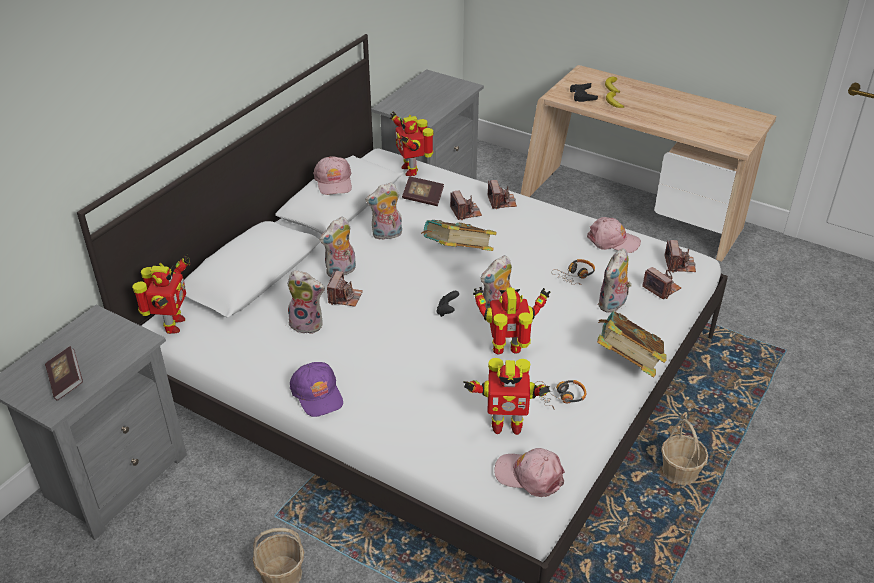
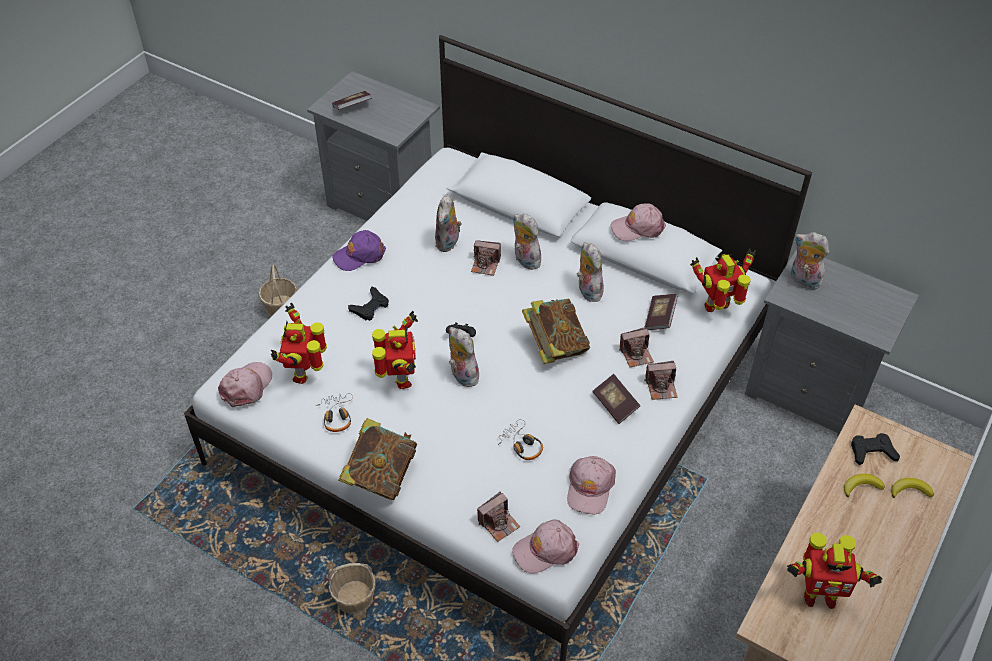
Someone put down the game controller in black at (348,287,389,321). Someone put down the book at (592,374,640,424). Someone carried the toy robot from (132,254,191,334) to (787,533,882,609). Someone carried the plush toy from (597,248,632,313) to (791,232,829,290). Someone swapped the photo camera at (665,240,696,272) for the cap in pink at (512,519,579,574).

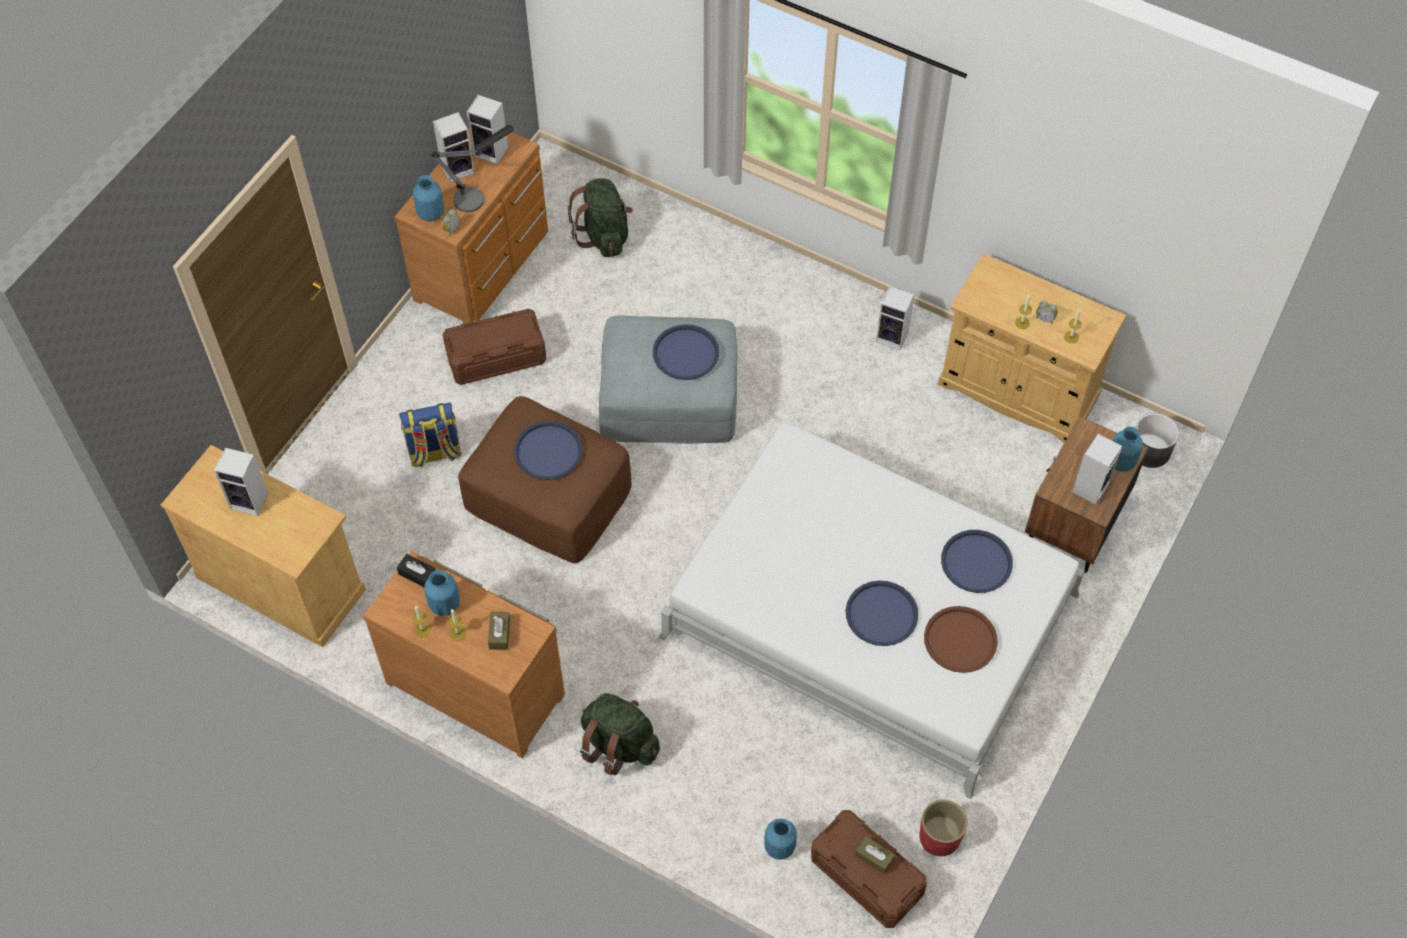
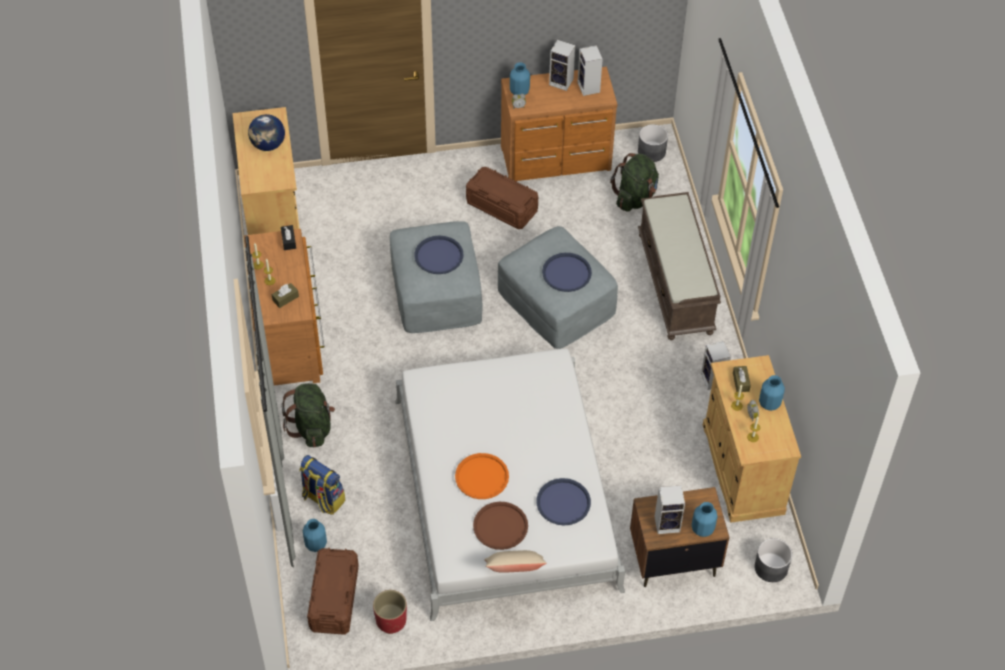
Someone took away the table lamp at (431,125,514,212). Someone put down the pillow in beige at (484,550,546,573). Someone put down the planter in grey at (638,124,668,162). Someone put down the bench in brown at (638,192,721,340). Someone carried the backpack from (399,403,462,468) to (300,455,345,515). Someone carried the vase in blue from (425,570,460,616) to (759,375,785,411). Someone carried the tissue box in brown from (855,836,895,874) to (733,366,751,392). Someone swapped the speaker at (214,448,269,516) for the globe at (248,114,285,151). Someone repainted the ottoman in brown at (458,396,632,563), which became the ottoman in grey at (390,221,483,333). Someone repainted the tray in blue at (845,581,919,646), which became the tray in orange at (455,453,509,499).

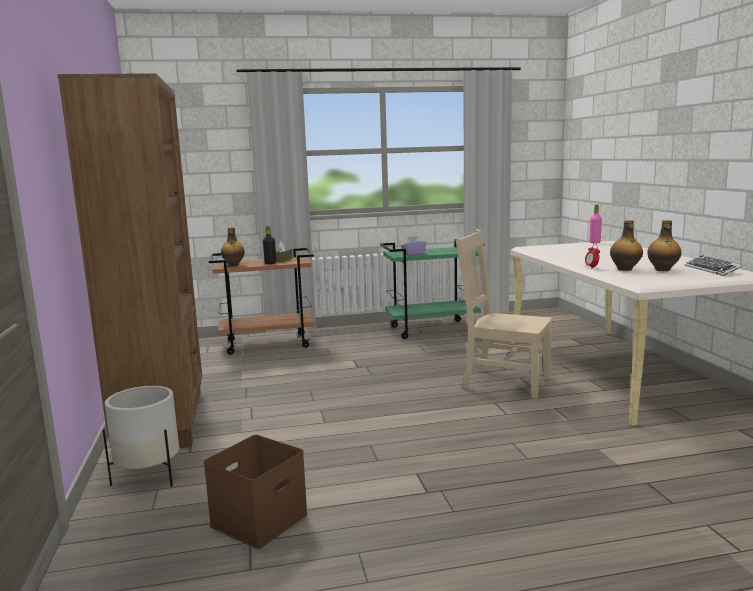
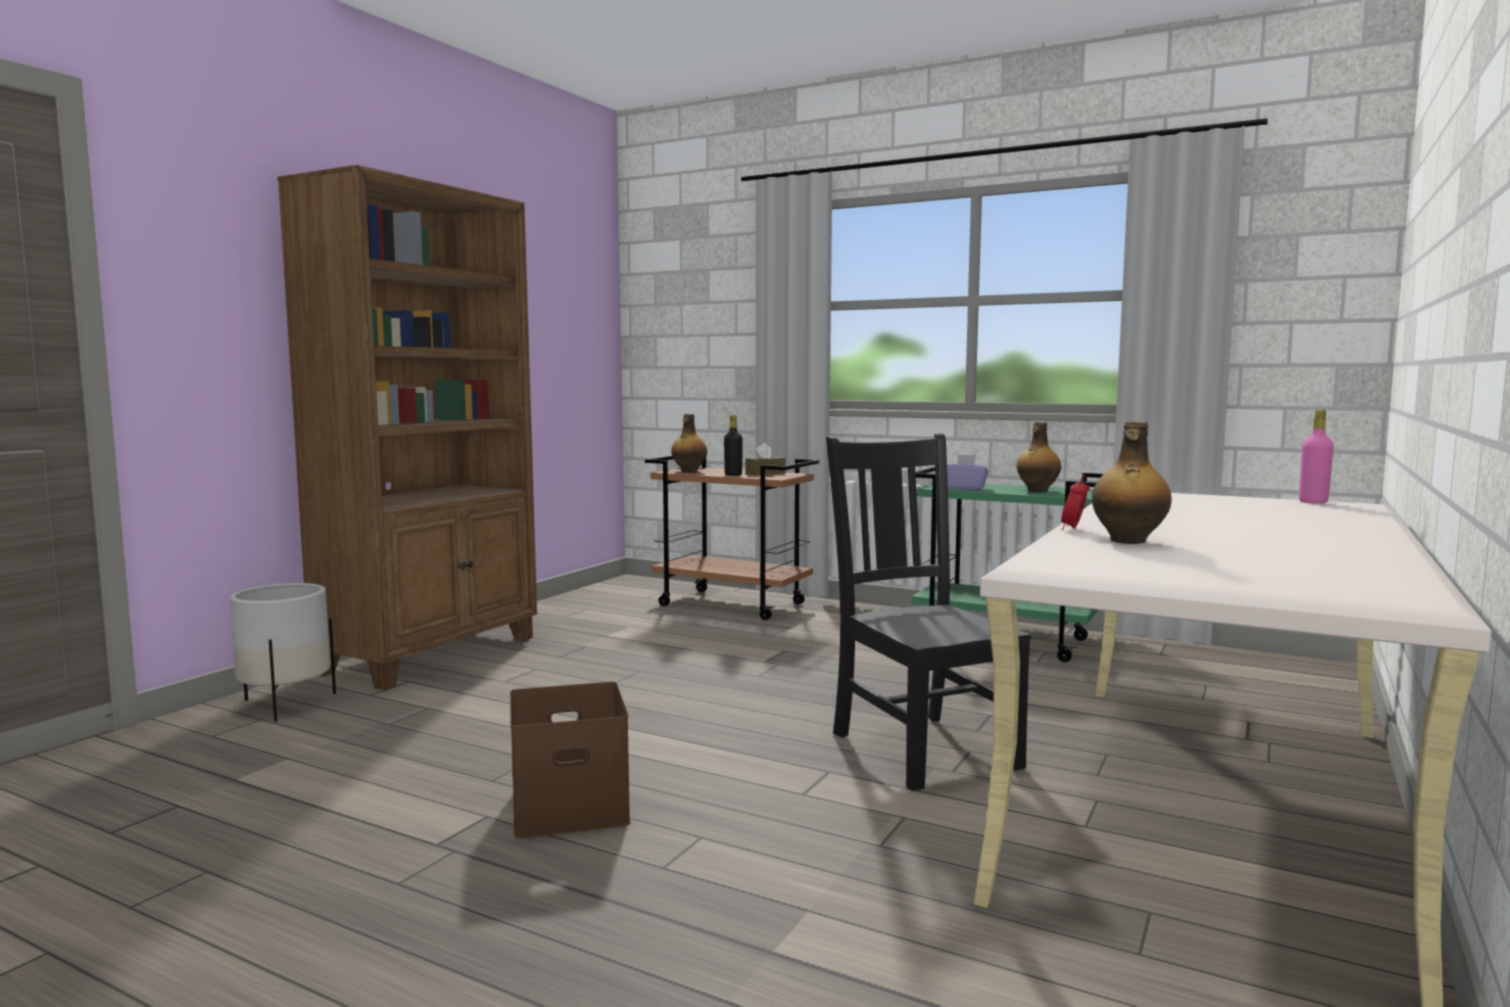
Someone took away the keyboard at (685,255,743,276). Someone carried the storage box in brown from (204,435,308,549) to (510,682,631,838). Someone carried the bottle from (647,220,682,271) to (1017,422,1061,492). Someone repainted the chair in beige at (455,229,552,399), which became the chair in black at (826,433,1032,791).

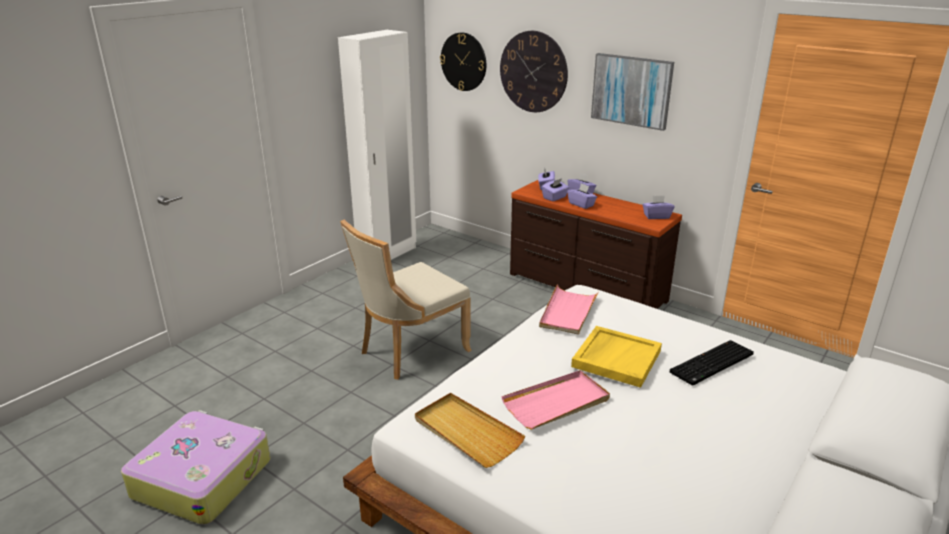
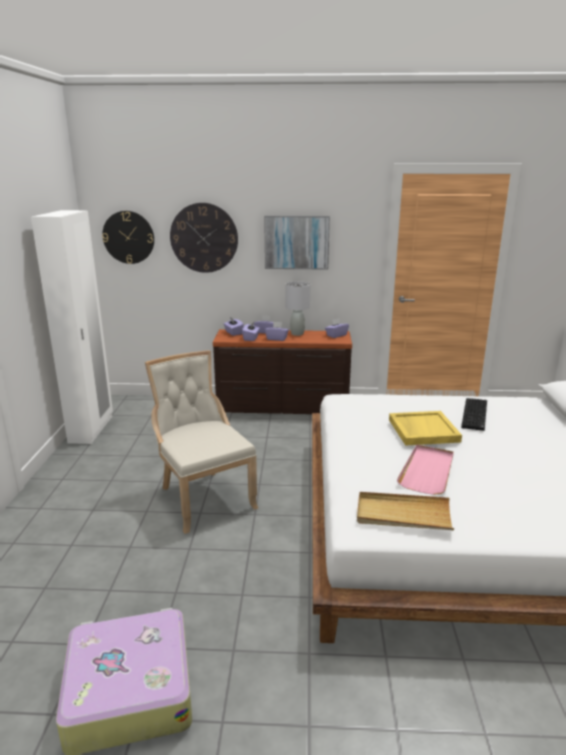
Someone took away the tray in pink at (539,284,599,335). Someone put down the table lamp in grey at (285,281,310,336). Someone rotated the chair in beige at (340,219,472,380) by 135 degrees clockwise.

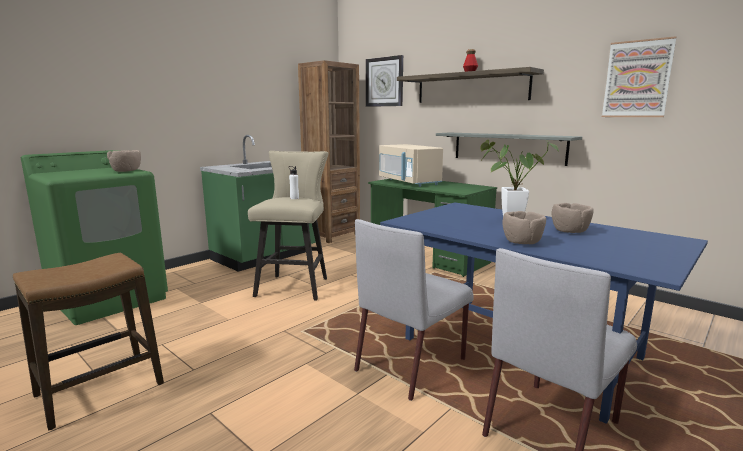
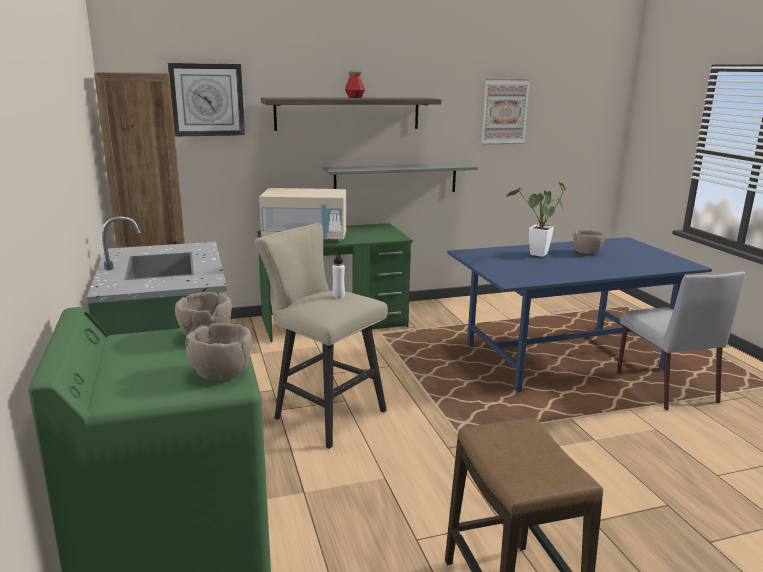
Someone took away the chair in grey at (354,219,474,401). Someone carried the bowl in brown from (503,211,546,244) to (185,323,252,380).

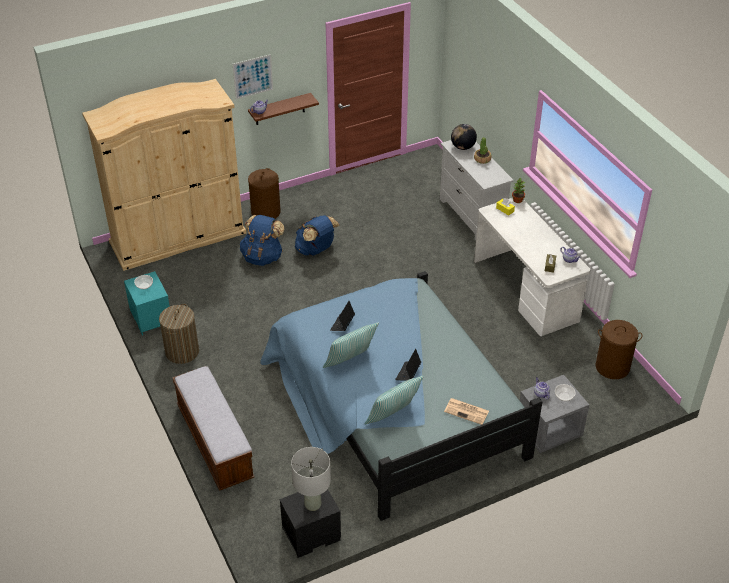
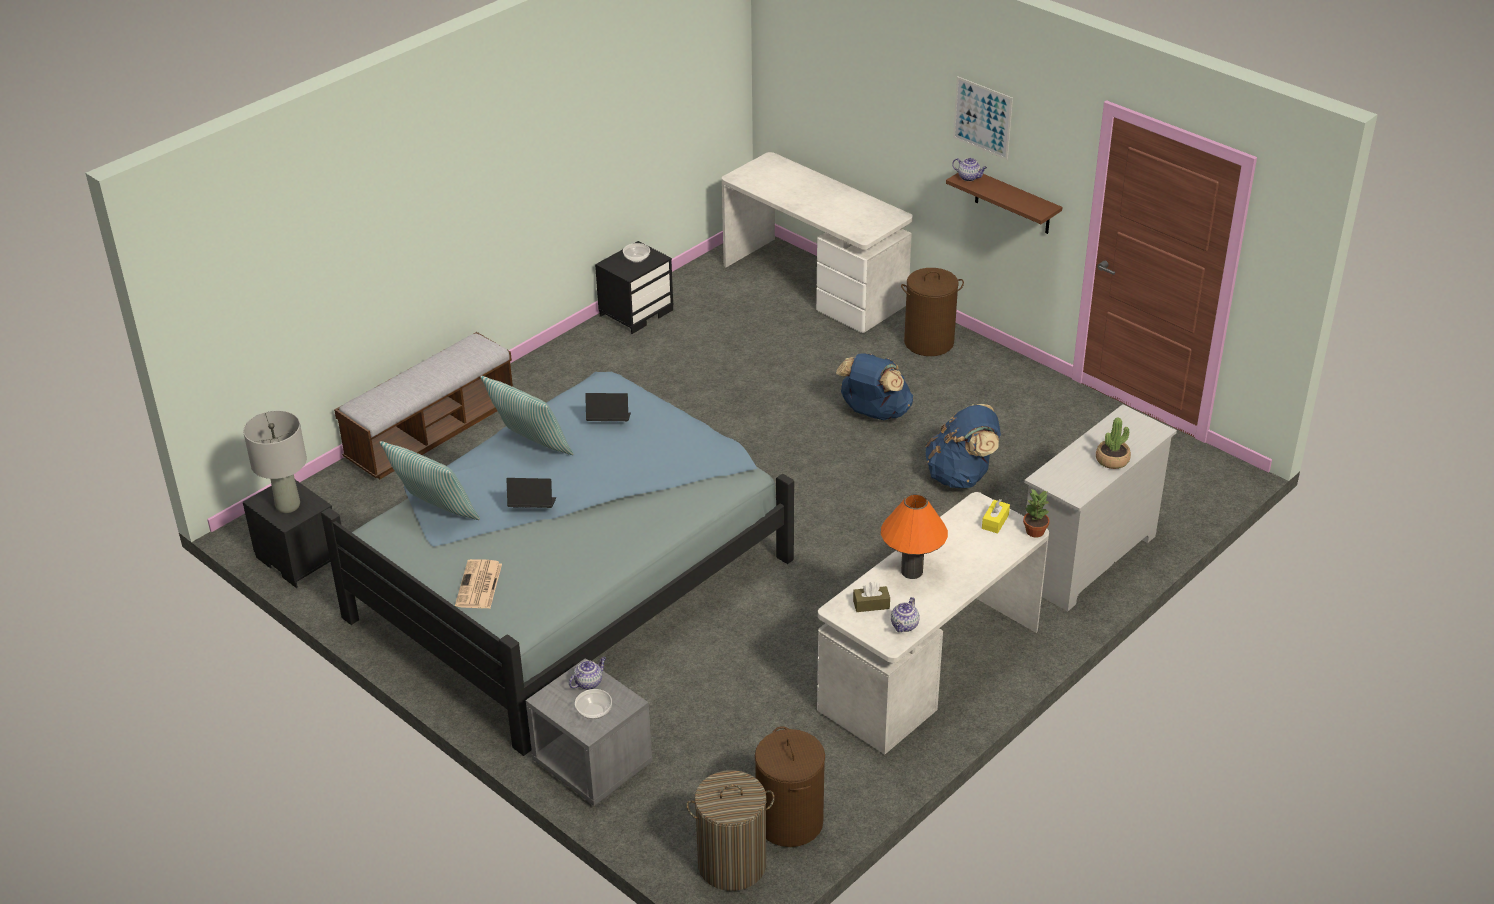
Someone took away the globe at (451,124,477,150). Someone put down the table lamp in orange at (881,494,948,579). Someone carried the laundry basket from (159,304,199,364) to (686,770,775,891). Someone carried the backpack in blue from (240,215,284,266) to (926,404,1001,488). Someone swapped the wardrobe in beige at (82,79,246,271) for the desk in white at (722,152,913,333). Someone repainted the nightstand in turquoise at (124,271,170,336), which became the nightstand in black at (595,241,673,334).

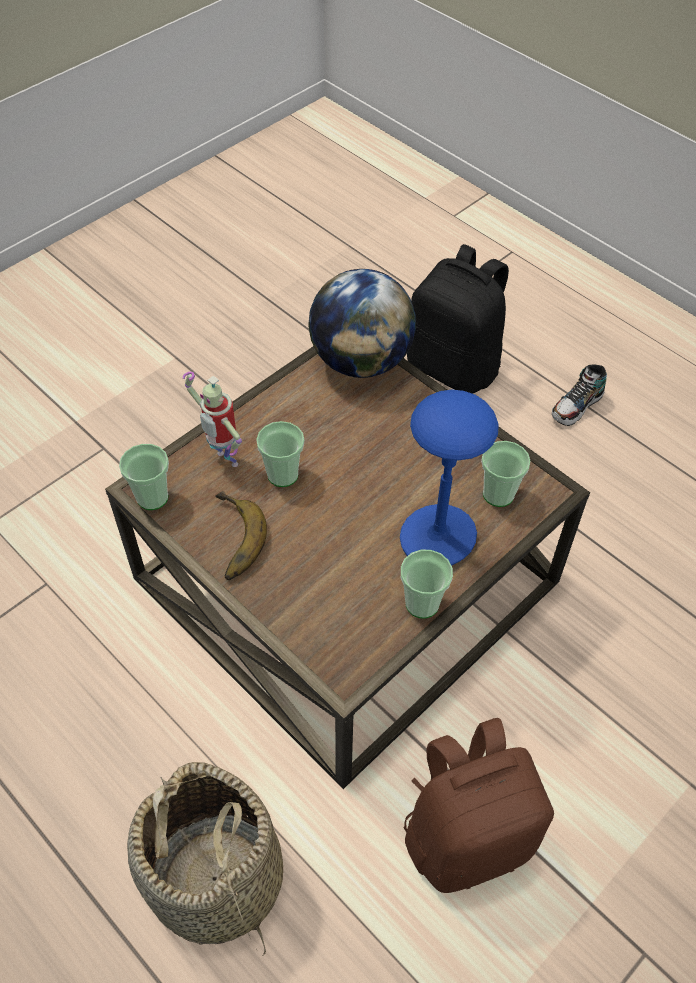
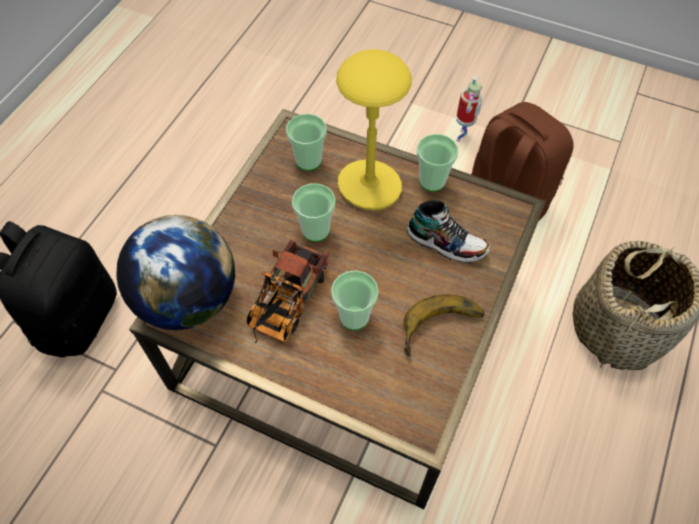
Someone put down the toy truck at (247,240,329,343). Someone carried the cup from (119,444,169,510) to (292,183,335,242). Someone carried the toy robot from (183,372,242,467) to (456,75,482,142). Someone carried the shoe from (552,364,607,426) to (407,200,490,263). Someone repainted the table lamp in blue at (400,390,499,566), which became the table lamp in yellow at (336,49,412,211).

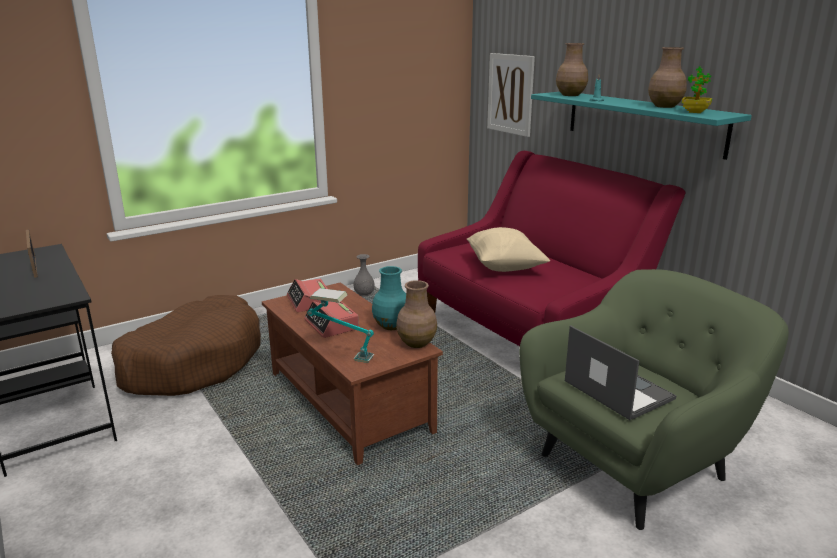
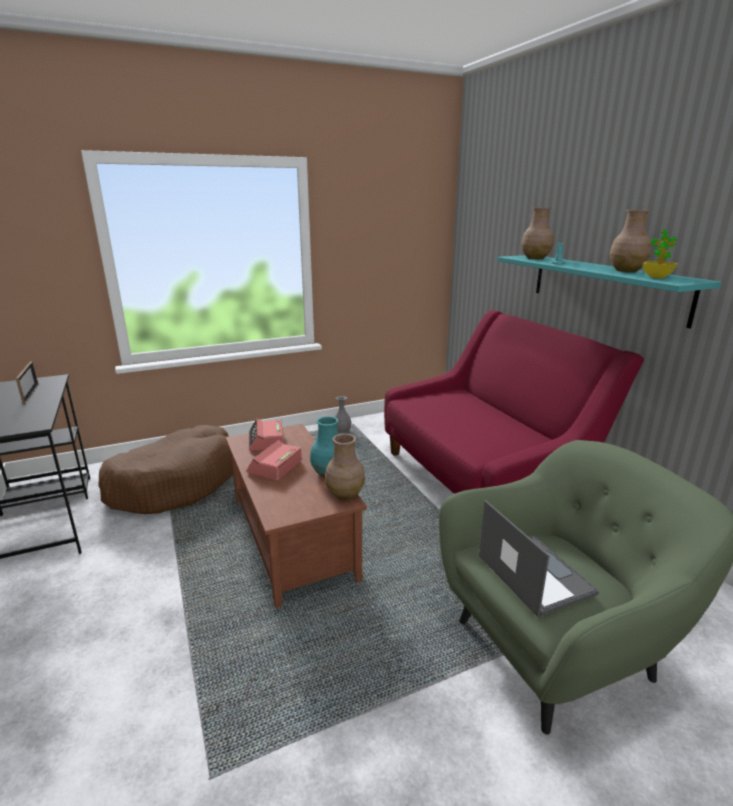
Someone took away the table lamp at (307,288,374,363). Someone took away the pillow in beige at (467,227,550,272). Someone took away the picture at (487,53,535,137). Someone rotated the alarm clock at (304,301,359,338) by 45 degrees clockwise.

